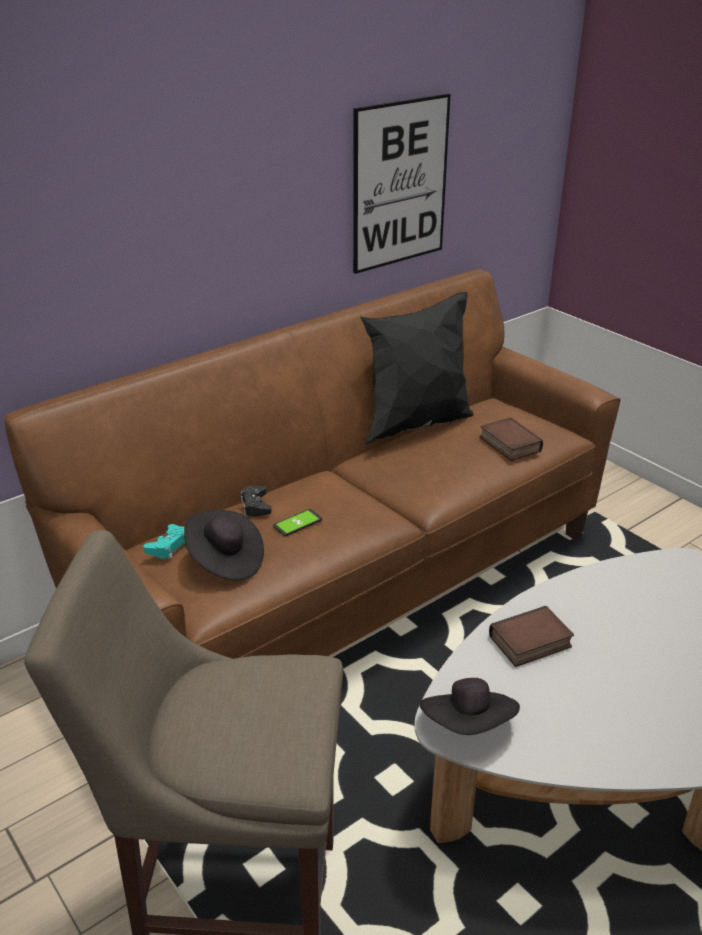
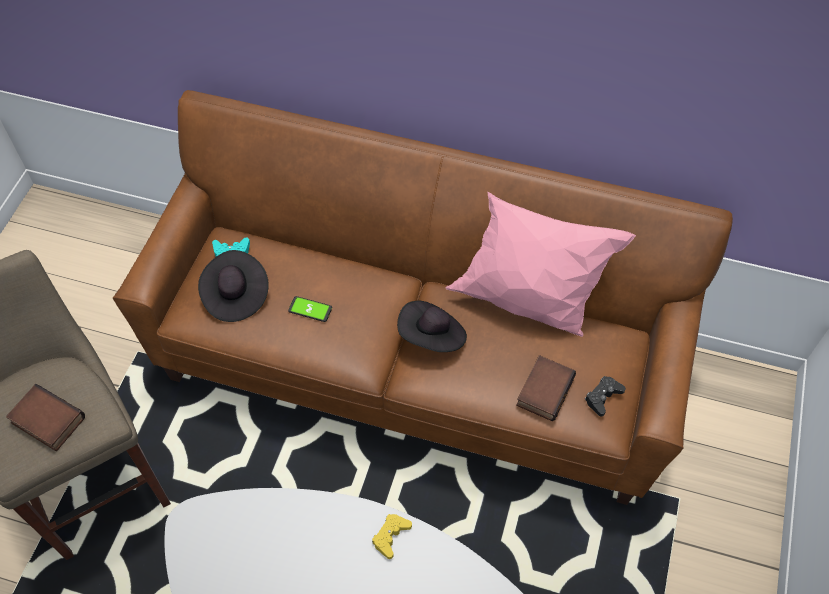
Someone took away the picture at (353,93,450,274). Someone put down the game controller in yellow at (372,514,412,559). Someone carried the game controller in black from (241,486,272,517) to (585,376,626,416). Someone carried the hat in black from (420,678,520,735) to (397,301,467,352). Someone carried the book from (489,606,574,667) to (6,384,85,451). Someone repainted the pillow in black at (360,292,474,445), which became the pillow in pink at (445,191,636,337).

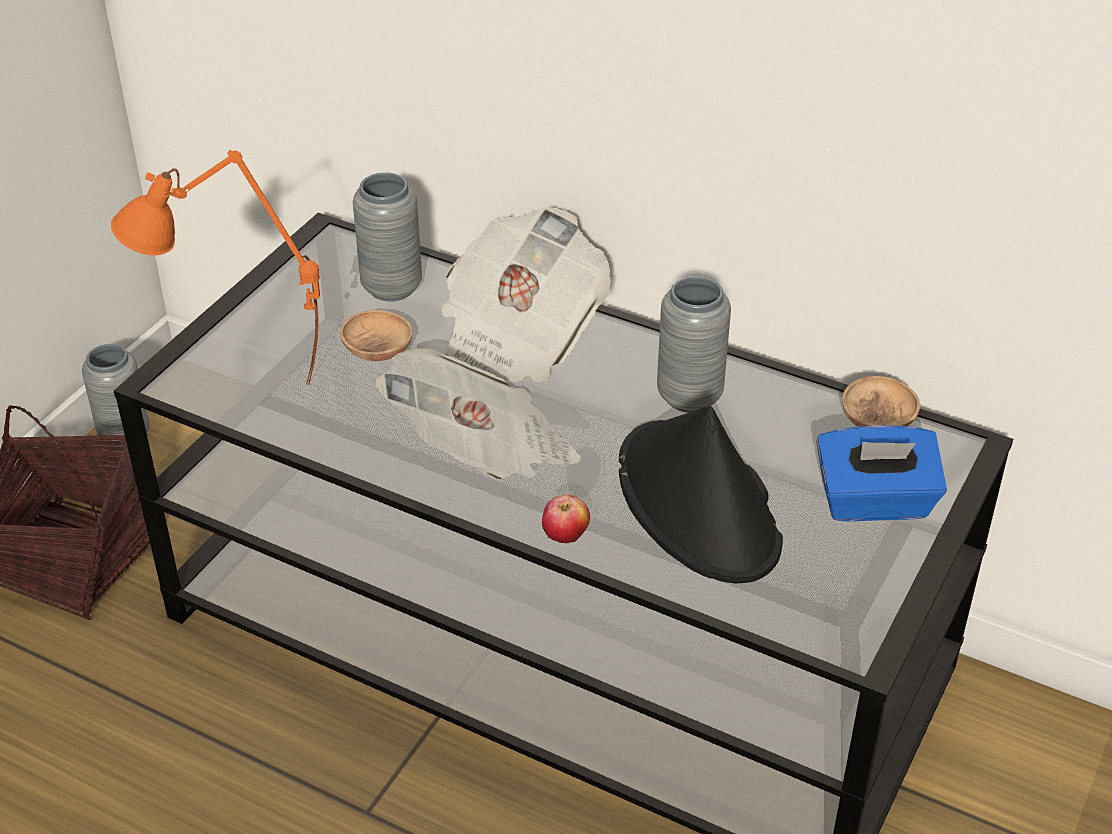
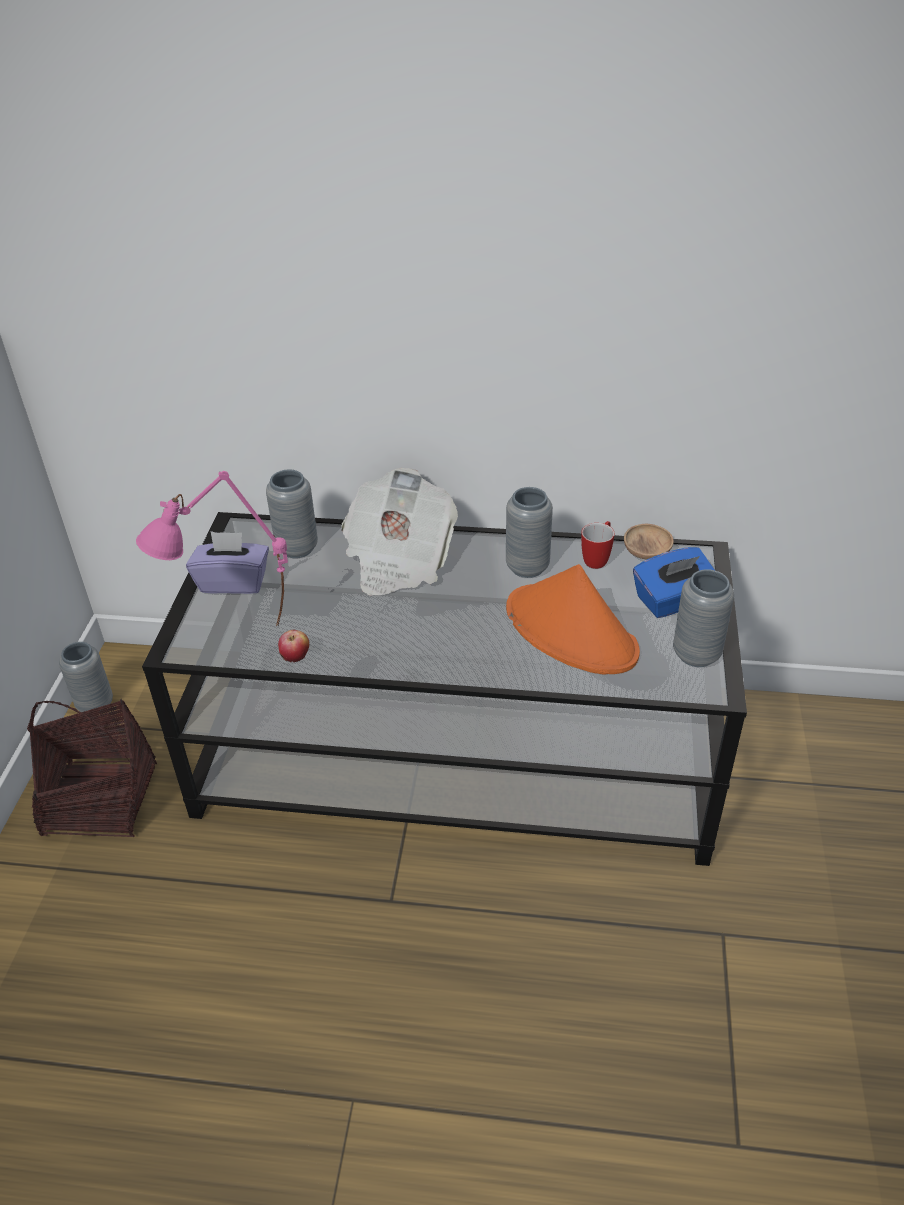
Someone took away the bowl in brown at (340,310,413,361). Someone took away the newspaper at (374,348,581,480). Someone put down the tissue box in purple at (186,531,269,594). Someone put down the mug at (581,521,614,569). Someone put down the vase in grey at (673,569,734,667). Someone carried the apple from (542,494,590,543) to (278,630,309,662). Someone repainted the table lamp in orange at (111,150,320,385), which became the table lamp in pink at (136,471,288,626). Someone repainted the hat in black at (619,405,783,583), which became the hat in orange at (506,564,640,674).

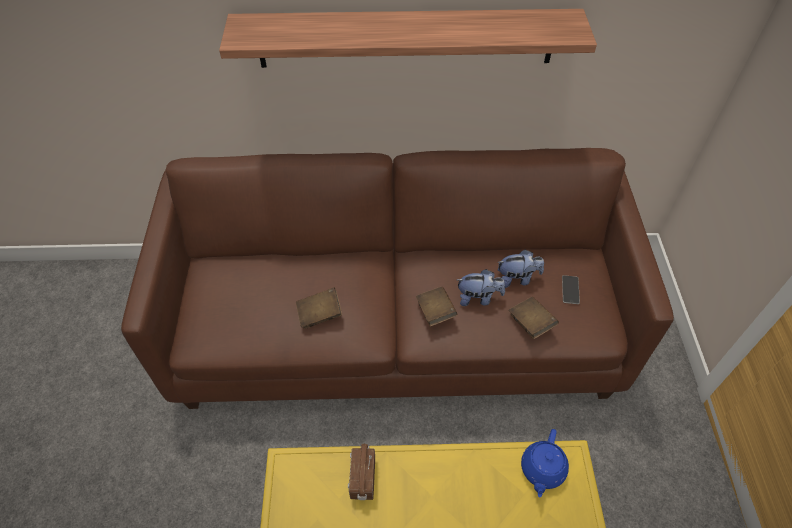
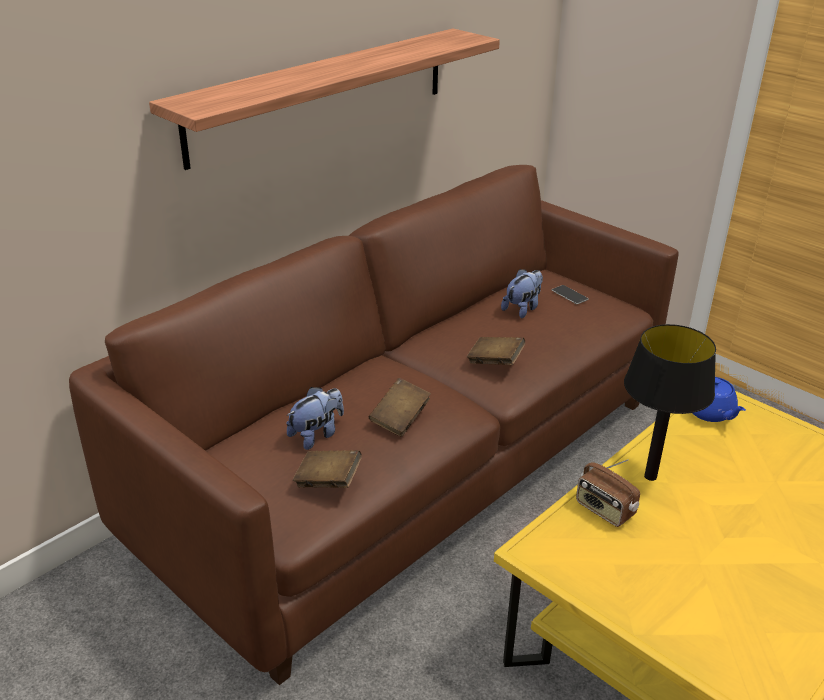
Someone put down the table lamp in black at (624,324,716,481). Someone carried the plush toy from (457,269,505,306) to (286,387,344,450). Someone carried the book in brown from (509,297,559,339) to (293,450,362,488).

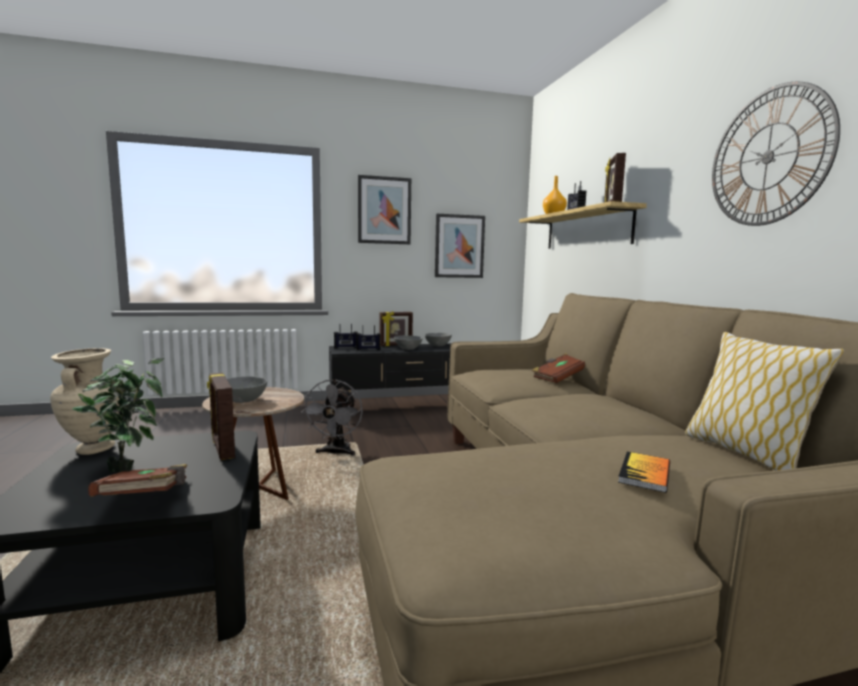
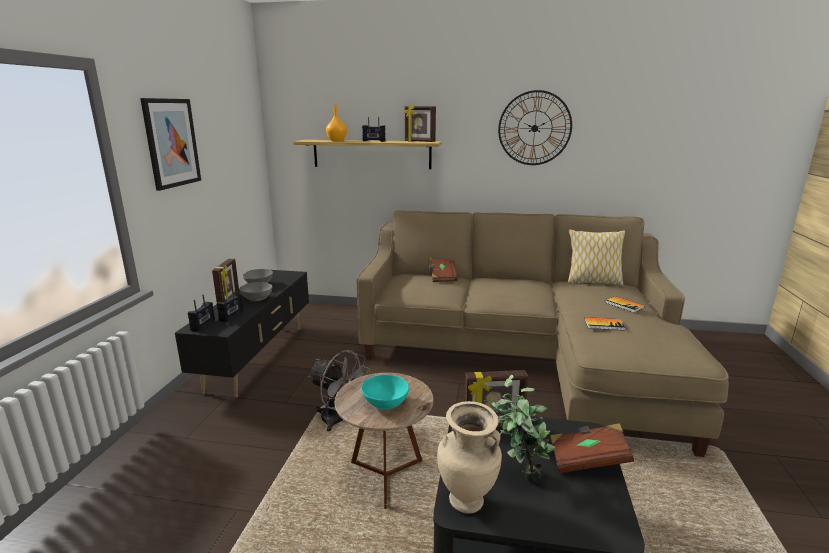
Someone took away the picture at (435,214,485,278). Someone put down the book at (585,317,625,330). Someone repainted the bowl in grey at (227,376,267,403), which became the bowl in turquoise at (361,375,409,409).

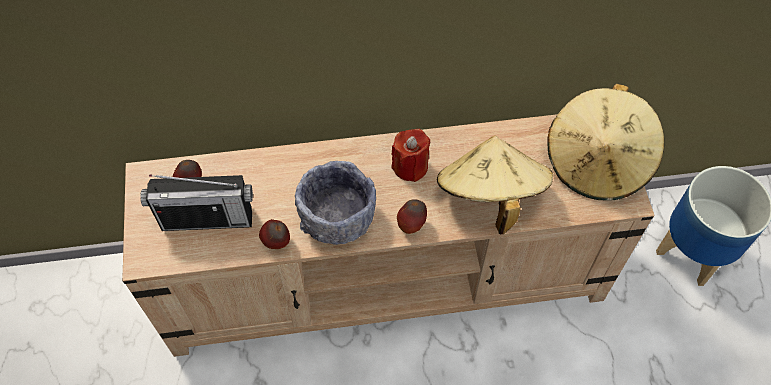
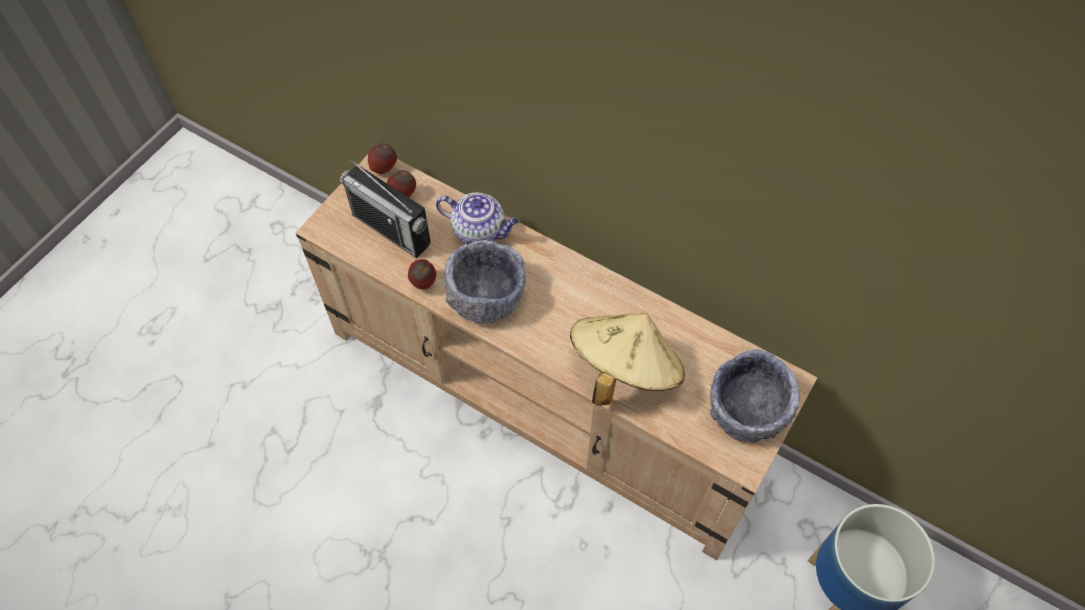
Someone took away the candle in red at (391,129,430,182). Someone put down the teapot at (436,193,519,245). Someone carried the apple from (397,199,427,234) to (368,143,397,174). Someone swapped the hat in beige at (547,84,664,201) for the bowl in grey at (710,349,800,443).

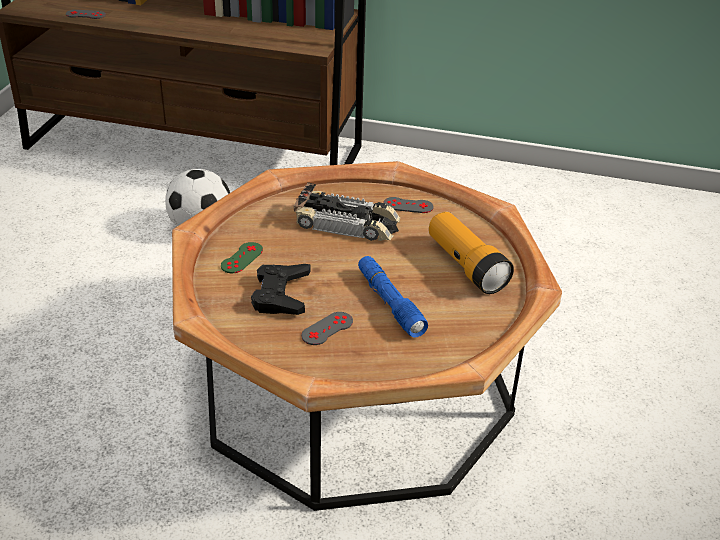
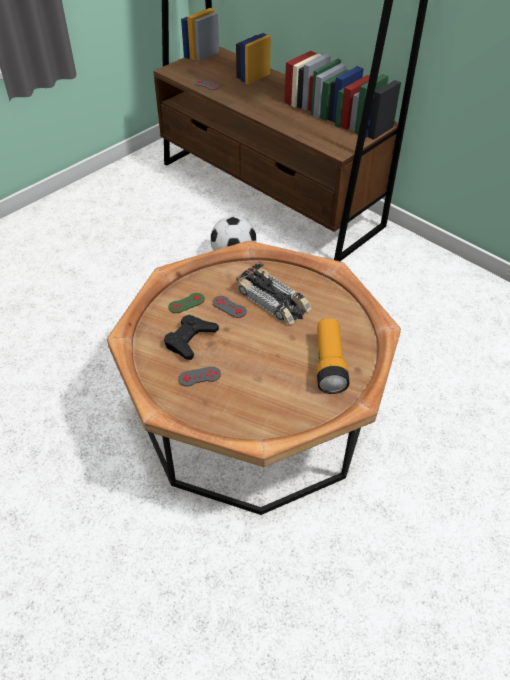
Someone took away the flashlight in blue at (358,256,428,337). Someone carried the game controller in grey from (383,197,434,213) to (212,296,247,318).

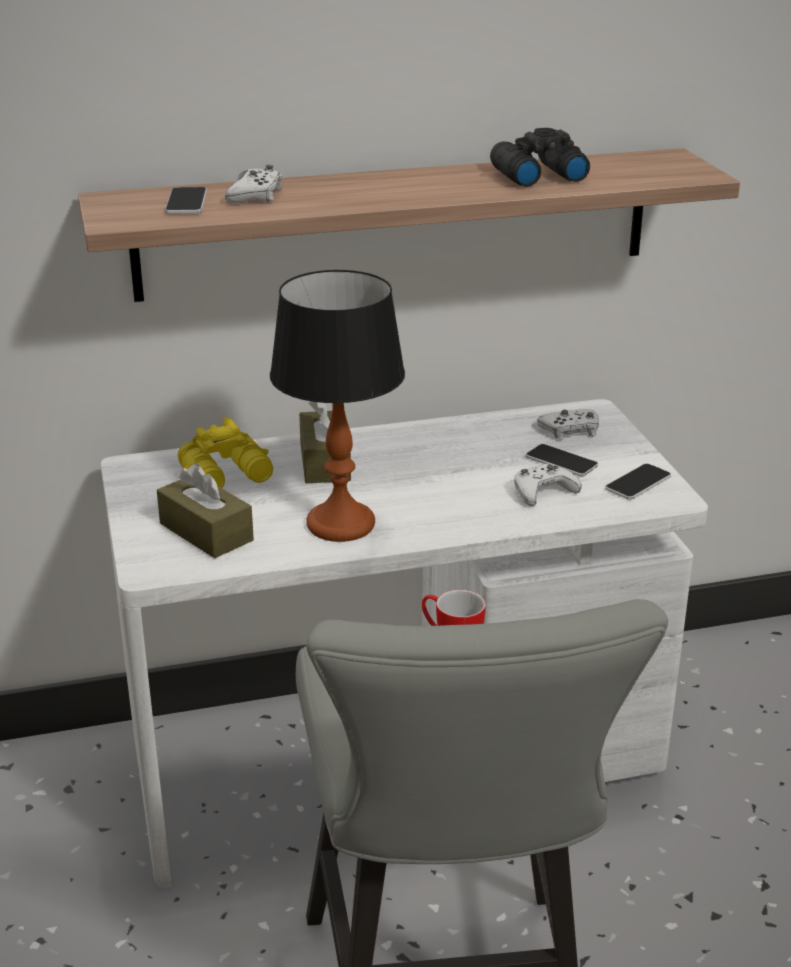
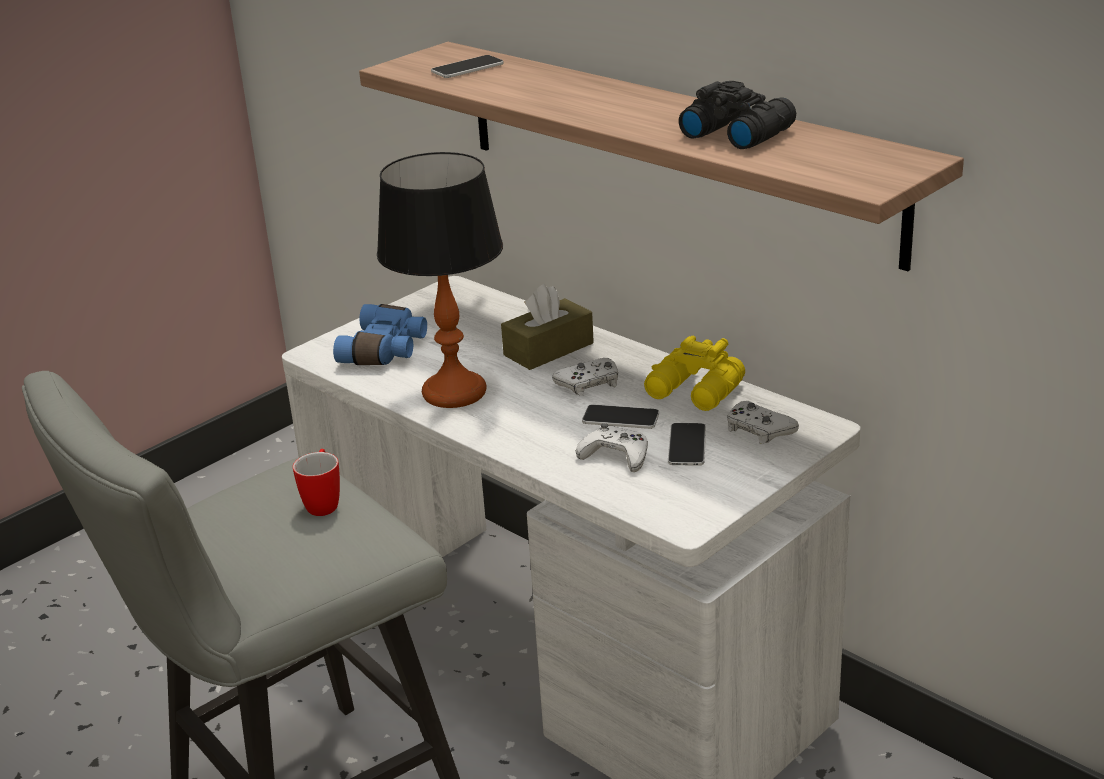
Someone carried the binoculars in yellow from (178,417,273,488) to (644,336,745,411). Someone carried the game controller in white from (225,165,282,203) to (552,358,618,396). Someone carried the phone from (605,464,671,500) to (582,404,659,429). Someone swapped the tissue box in brown at (157,463,254,558) for the binoculars in blue at (333,304,427,365).

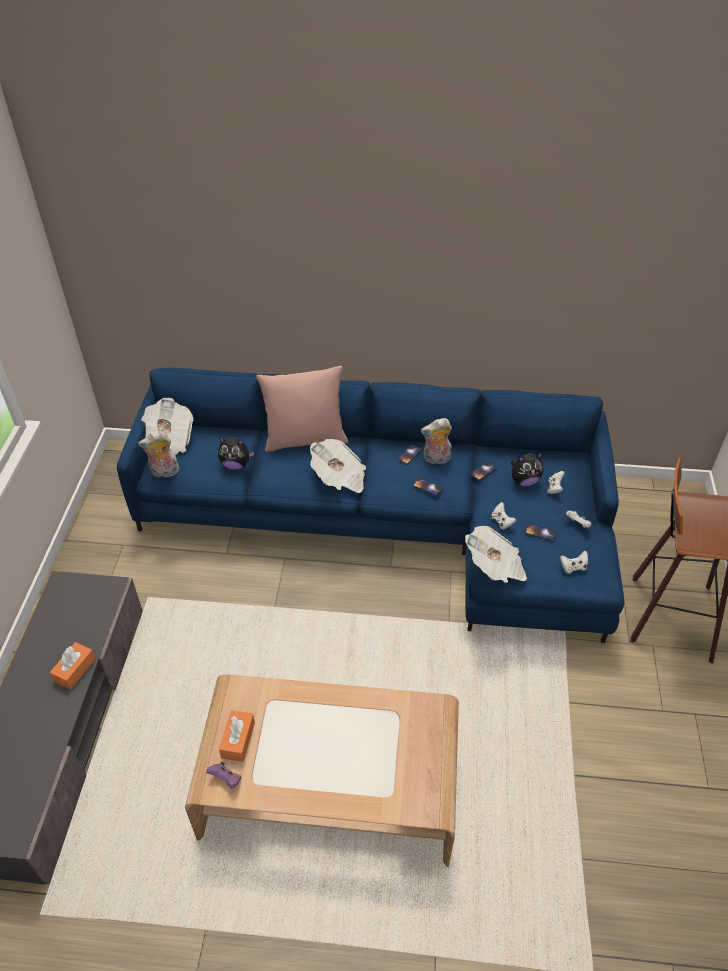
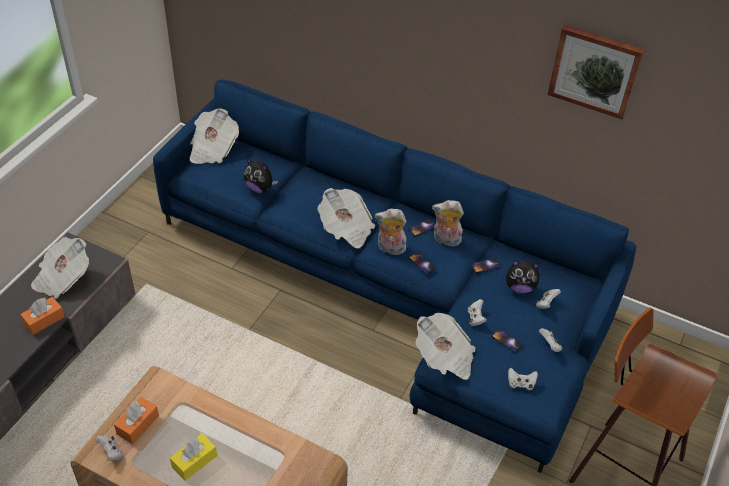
Someone took away the pillow in pink at (256,366,348,452). Someone put down the newspaper at (31,237,89,299). Someone put down the tissue box in yellow at (170,433,217,481). Someone put up the picture at (548,25,645,120). Someone carried the plush toy from (138,431,179,478) to (375,209,409,257). Someone repainted the game controller in purple at (206,762,241,789), which became the game controller in white at (95,436,123,461).

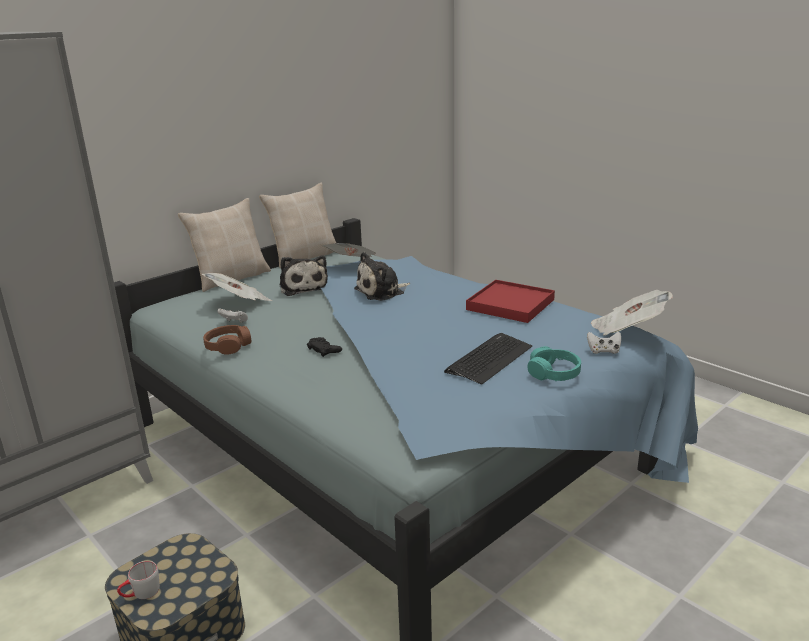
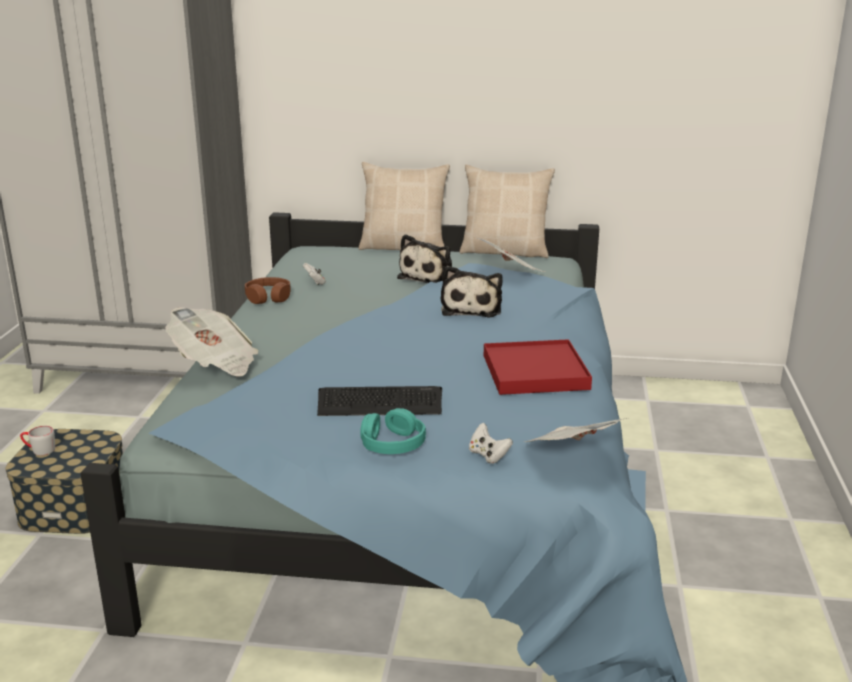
Someone took away the game controller in black at (307,337,342,357). Someone carried the newspaper from (202,273,272,301) to (165,307,258,377). Someone rotated the plush toy at (354,252,410,301) by 105 degrees counterclockwise.

